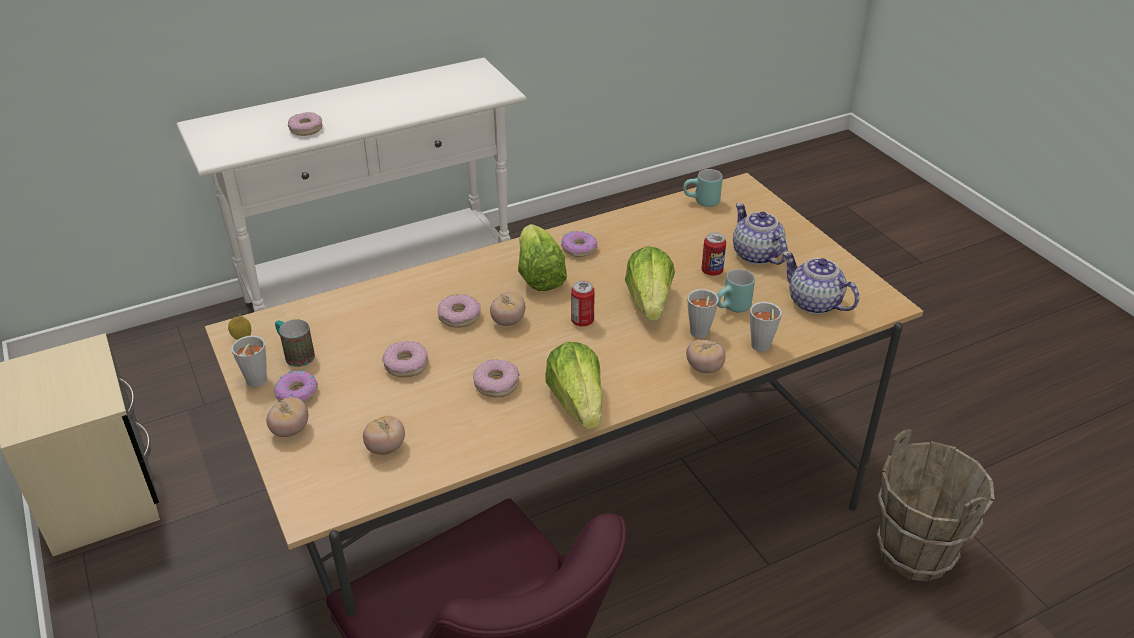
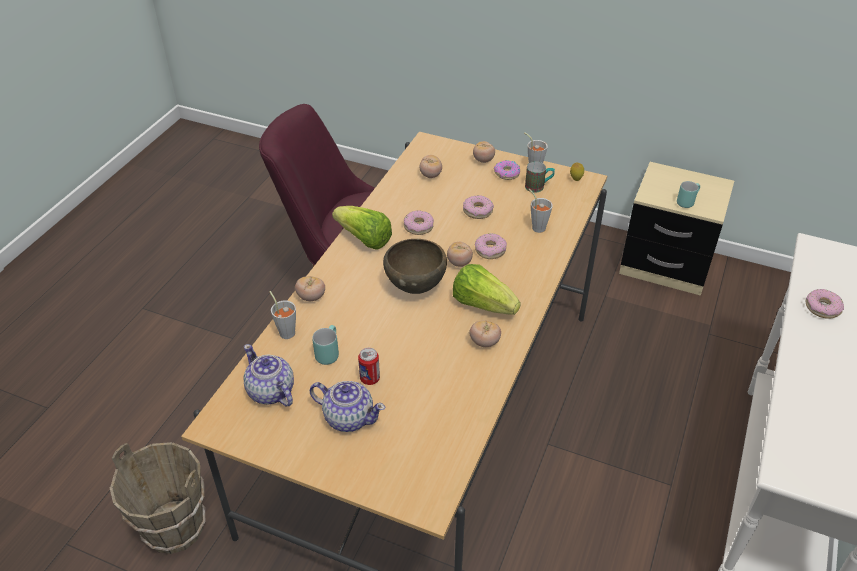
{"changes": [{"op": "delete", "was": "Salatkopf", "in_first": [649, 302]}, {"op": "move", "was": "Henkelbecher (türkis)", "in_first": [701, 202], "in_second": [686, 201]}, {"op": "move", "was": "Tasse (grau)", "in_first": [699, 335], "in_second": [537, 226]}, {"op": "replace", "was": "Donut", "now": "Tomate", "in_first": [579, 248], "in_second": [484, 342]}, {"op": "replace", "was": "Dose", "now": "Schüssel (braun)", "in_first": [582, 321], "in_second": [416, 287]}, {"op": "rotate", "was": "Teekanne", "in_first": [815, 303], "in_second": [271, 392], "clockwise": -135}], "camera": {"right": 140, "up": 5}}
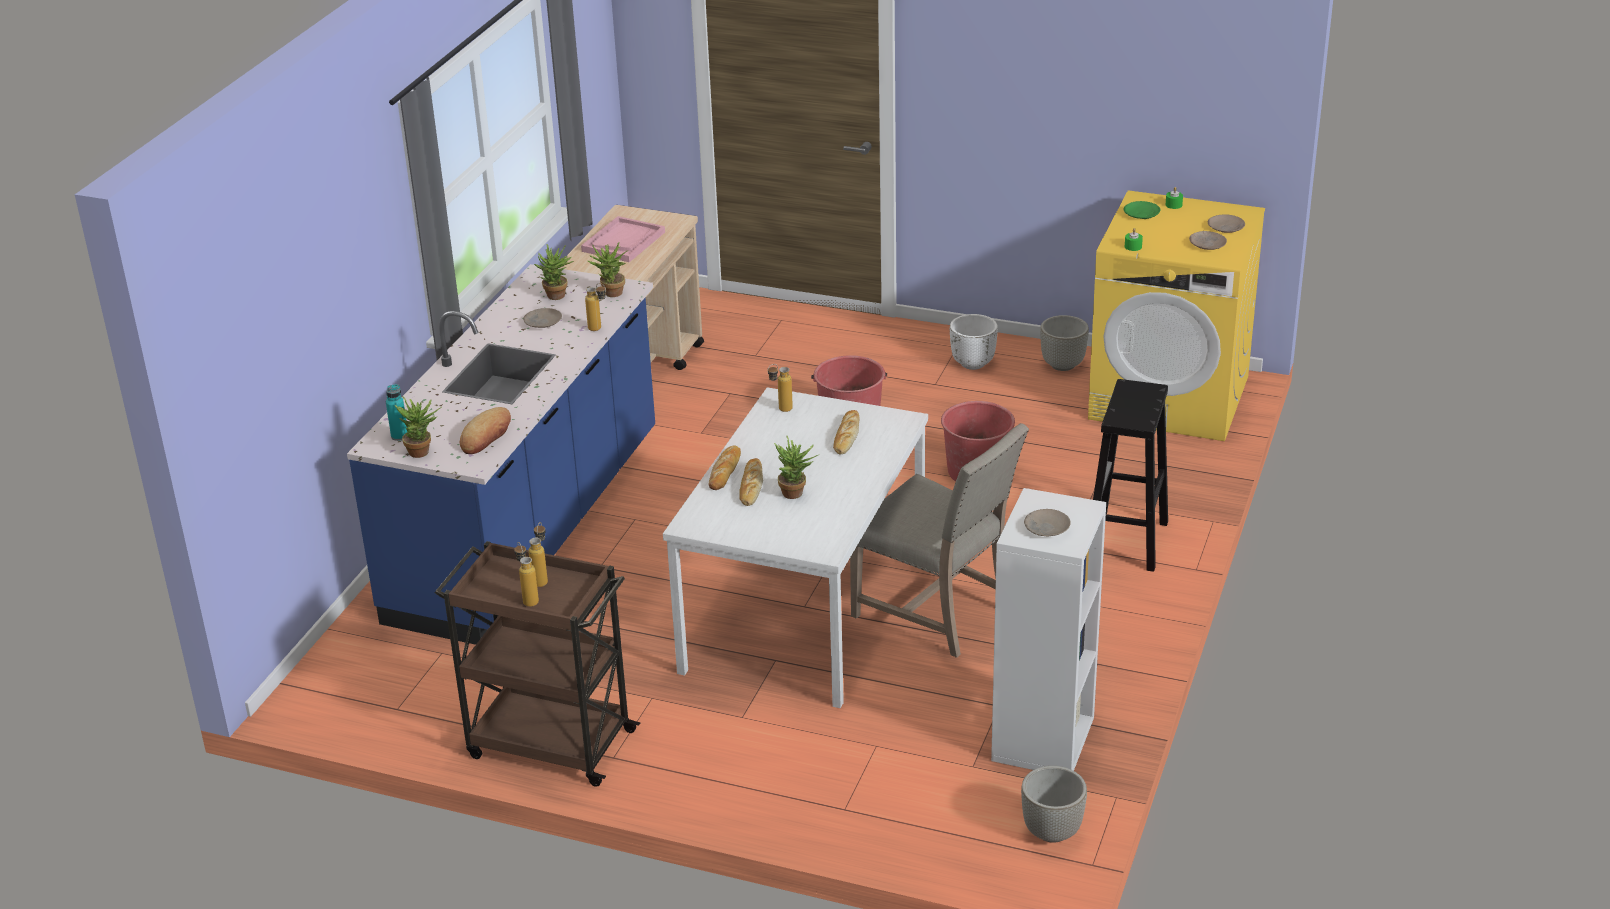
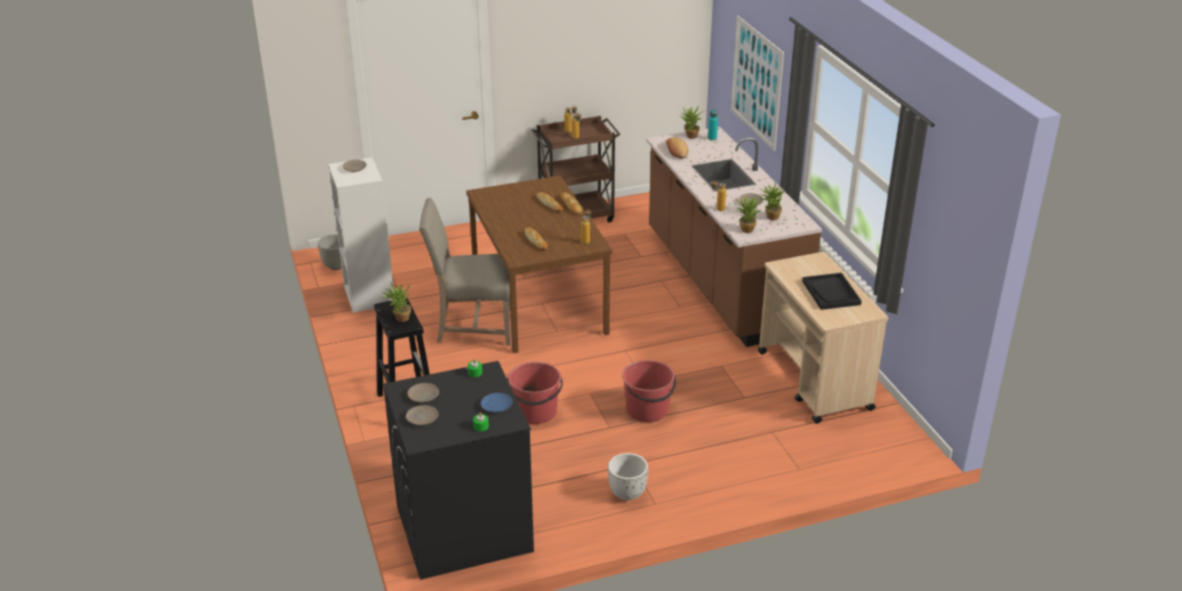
{"changes": [{"op": "delete", "was": "Pflanzkübel (grau)", "in_first": [1063, 365]}, {"op": "insert", "now": "Bild", "in_second": [756, 82]}, {"op": "move", "was": "Topfpflanze", "in_first": [796, 494], "in_second": [399, 319]}, {"op": "recolor", "was": "Küchenzeile (blau)", "now": "Küchenzeile (braun)", "in_first": [529, 528], "in_second": [721, 282]}, {"op": "recolor", "was": "Tablett (rosa)", "now": "Tablett (schwarz)", "in_first": [623, 241], "in_second": [831, 293]}, {"op": "recolor", "was": "Esstisch (weiß)", "now": "Esstisch (braun)", "in_first": [806, 611], "in_second": [537, 301]}, {"op": "recolor", "was": "Waschmaschine (gelb)", "now": "Waschmaschine (schwarz)", "in_first": [1170, 398], "in_second": [463, 529]}, {"op": "recolor", "was": "Teller (grün)", "now": "Teller (blau)", "in_first": [1142, 214], "in_second": [496, 406]}], "camera": {"right": 140, "up": 0}}
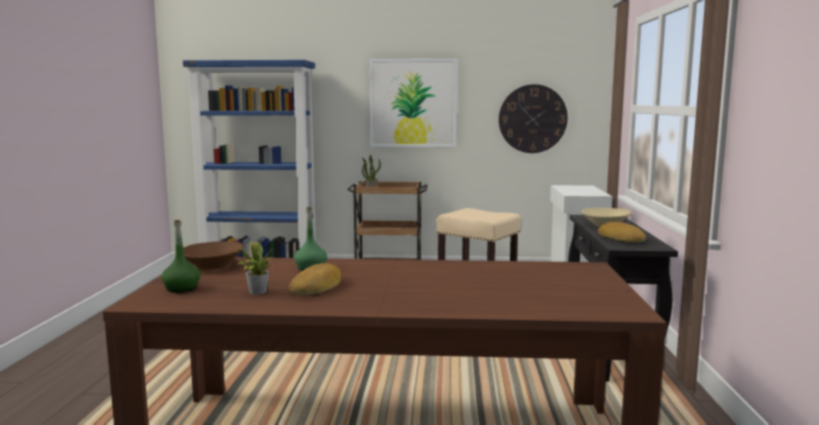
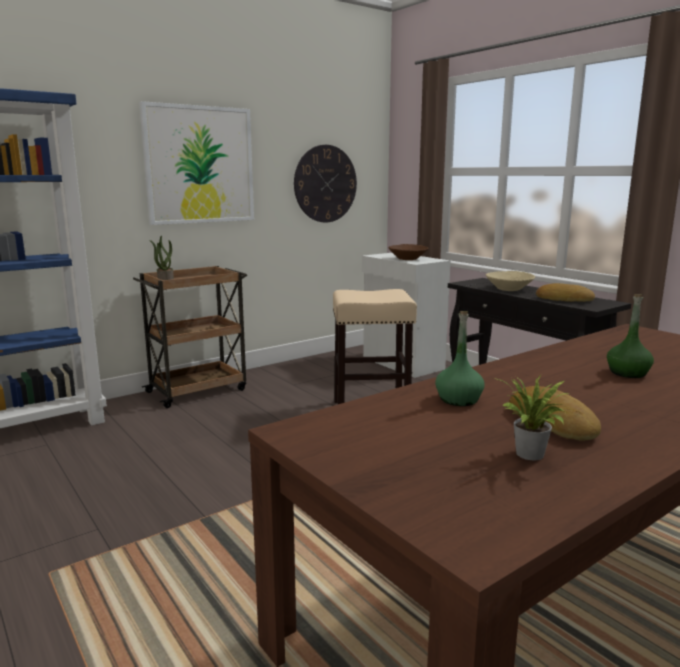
{"changes": [{"op": "move", "was": "Flasche (grün)", "in_first": [182, 288], "in_second": [627, 373]}, {"op": "move", "was": "Schüssel (braun)", "in_first": [212, 266], "in_second": [408, 259]}], "camera": {"right": -40, "up": 5}}
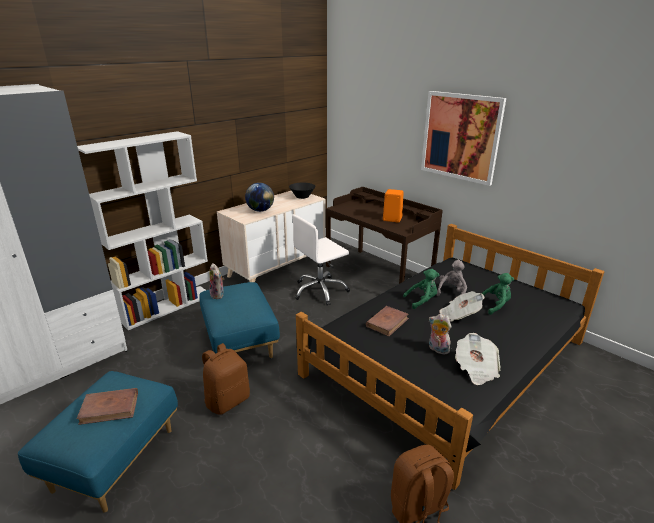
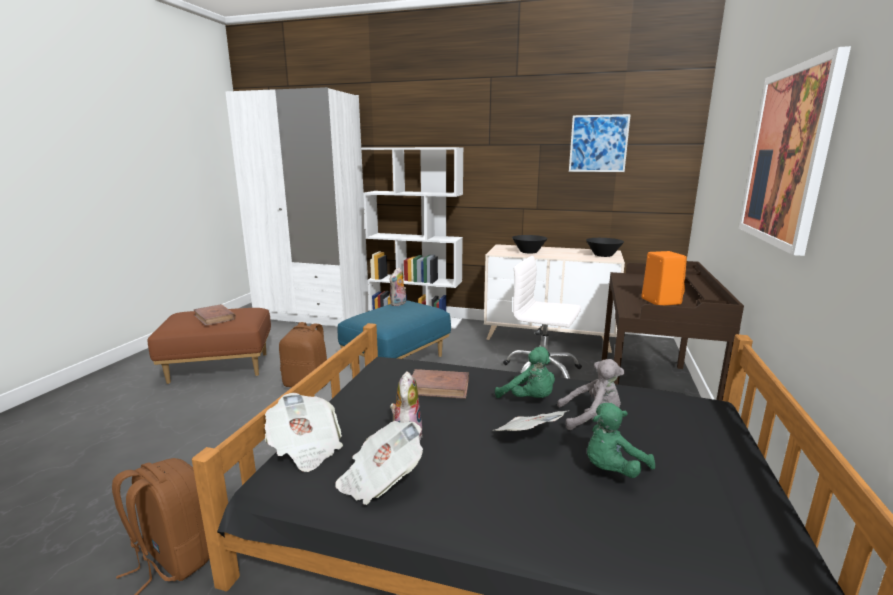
{"changes": [{"op": "insert", "now": "Zeitung", "in_second": [305, 448]}, {"op": "insert", "now": "Bild", "in_second": [598, 143]}, {"op": "replace", "was": "Globus", "now": "Schüssel (schwarz)", "in_first": [260, 210], "in_second": [529, 252]}, {"op": "recolor", "was": "Polsterhocker (blau)", "now": "Polsterhocker (braun)", "in_first": [114, 459], "in_second": [220, 367]}, {"op": "rotate", "was": "Plüschtier (grün)", "in_first": [495, 305], "in_second": [612, 470], "clockwise": 105}], "camera": {"right": 60, "up": -10}}
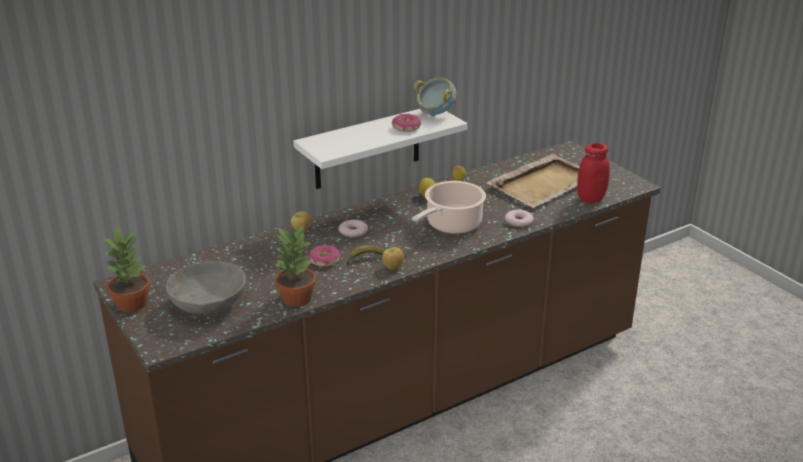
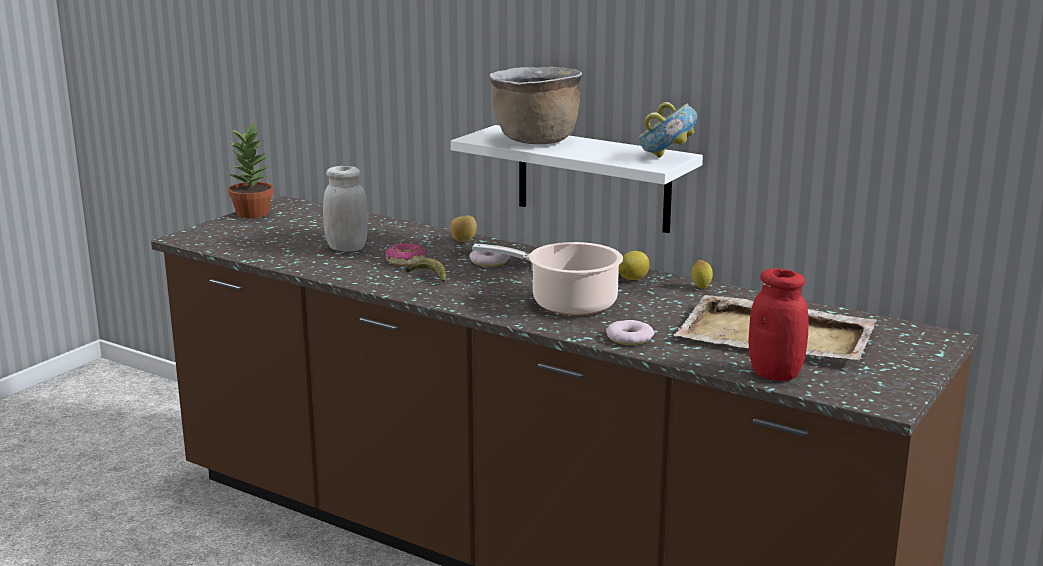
{"changes": [{"op": "delete", "was": "Schüssel (grau)", "in_first": [208, 304]}, {"op": "delete", "was": "Topfpflanze", "in_first": [295, 298]}, {"op": "delete", "was": "Apfel", "in_first": [392, 267]}, {"op": "delete", "was": "Donut", "in_first": [406, 128]}, {"op": "insert", "now": "Vorratsglas (weiß)", "in_second": [347, 248]}, {"op": "insert", "now": "Kochtopf (braun)", "in_second": [535, 140]}], "camera": {"right": 65, "up": -10}}
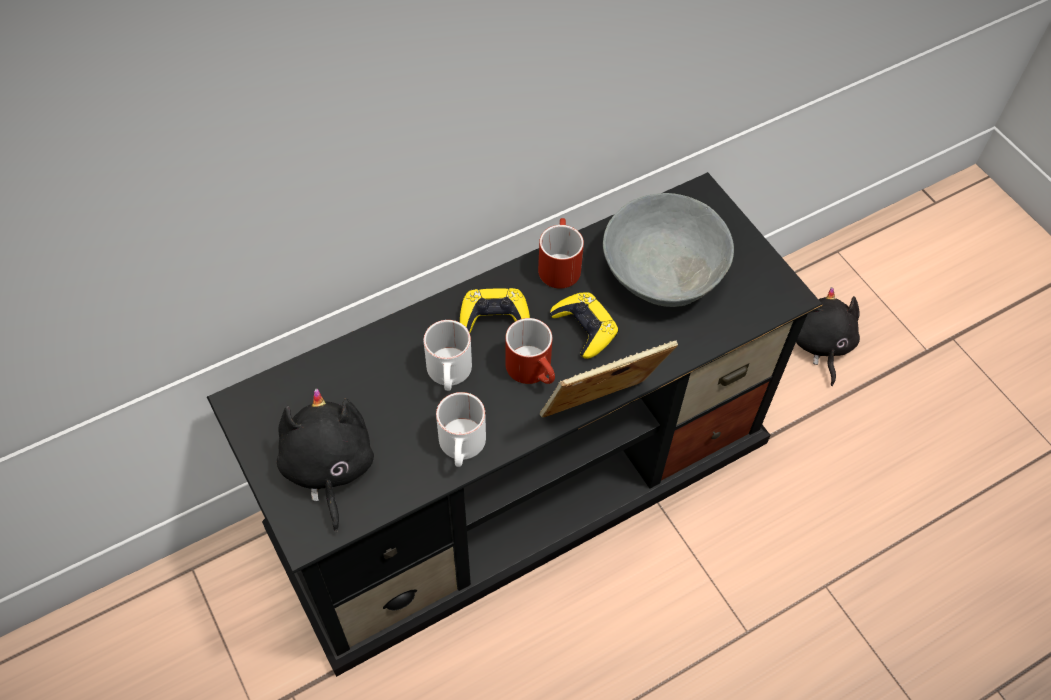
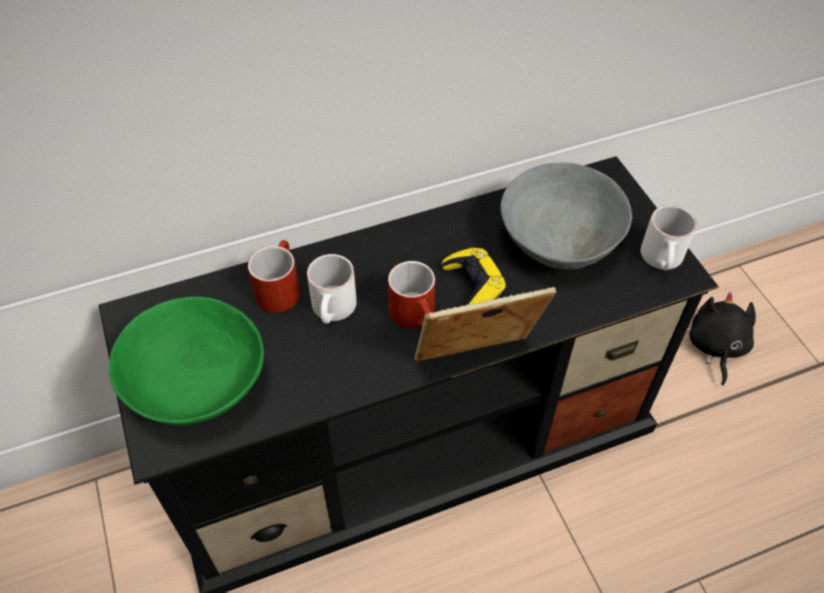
{"changes": [{"op": "delete", "was": "Gamepad (gelb)", "in_first": [494, 316]}, {"op": "move", "was": "Henkelbecher (weiß)", "in_first": [463, 448], "in_second": [663, 260]}, {"op": "move", "was": "Henkelbecher (rot)", "in_first": [558, 264], "in_second": [279, 287]}, {"op": "replace", "was": "Plüschtier (schwarz)", "now": "Schüssel (grün)", "in_first": [328, 468], "in_second": [195, 384]}], "camera": {"right": 10, "up": -5}}
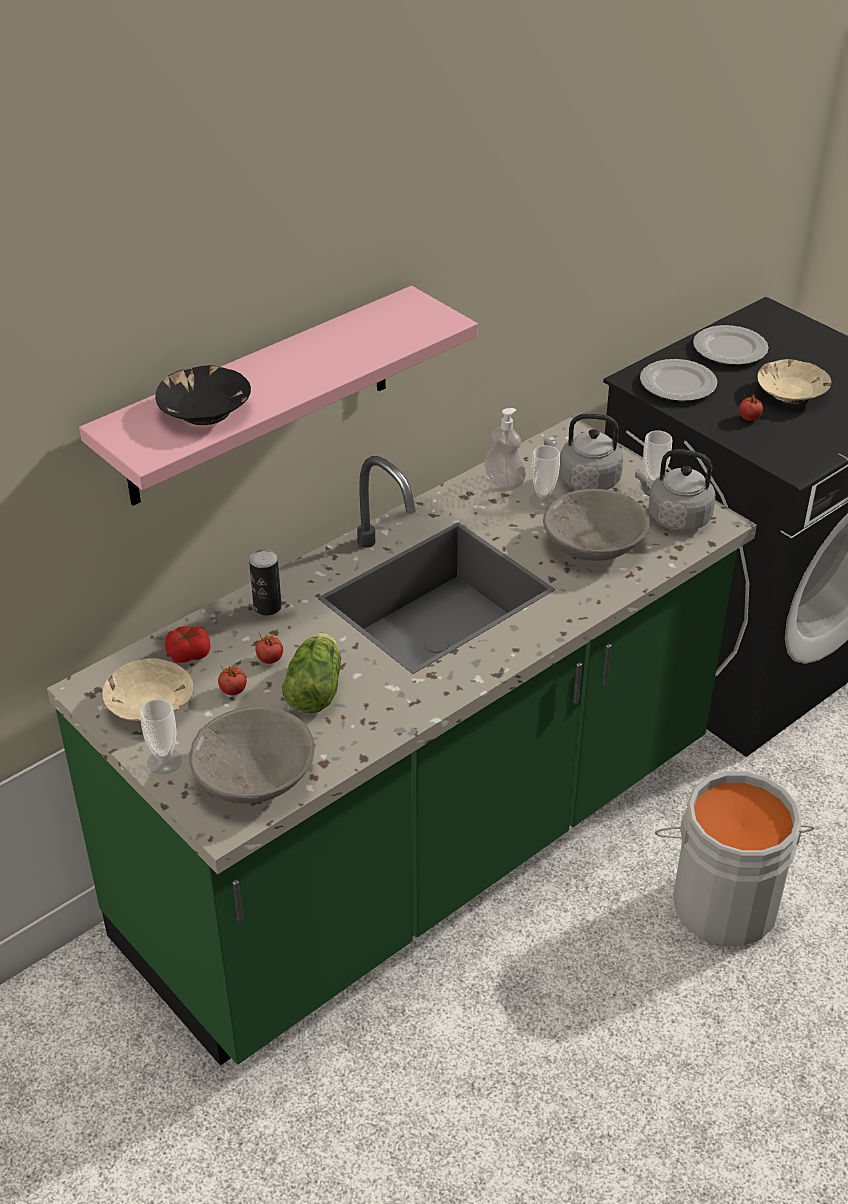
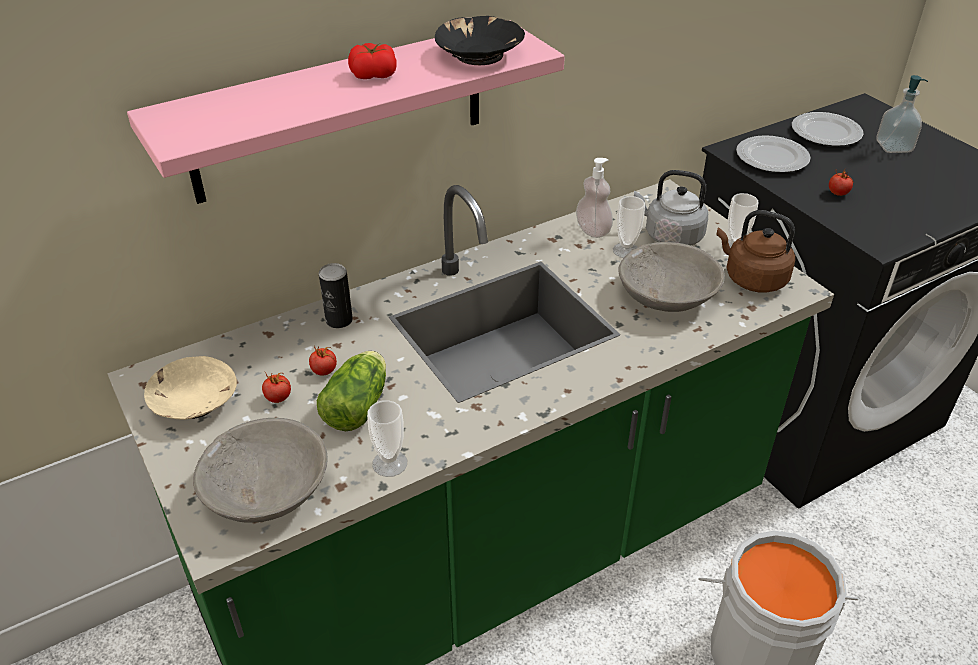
{"changes": [{"op": "delete", "was": "Schüssel (beige)", "in_first": [791, 393]}, {"op": "insert", "now": "Seifenspender", "in_second": [893, 147]}, {"op": "move", "was": "Tasse", "in_first": [164, 761], "in_second": [389, 463]}, {"op": "move", "was": "Schüssel (schwarz)", "in_first": [206, 410], "in_second": [480, 55]}, {"op": "move", "was": "Tomate", "in_first": [188, 653], "in_second": [373, 75]}, {"op": "recolor", "was": "Wasserkessel (grau)", "now": "Wasserkessel (braun)", "in_first": [675, 517], "in_second": [752, 279]}], "camera": {"right": 10, "up": 0}}
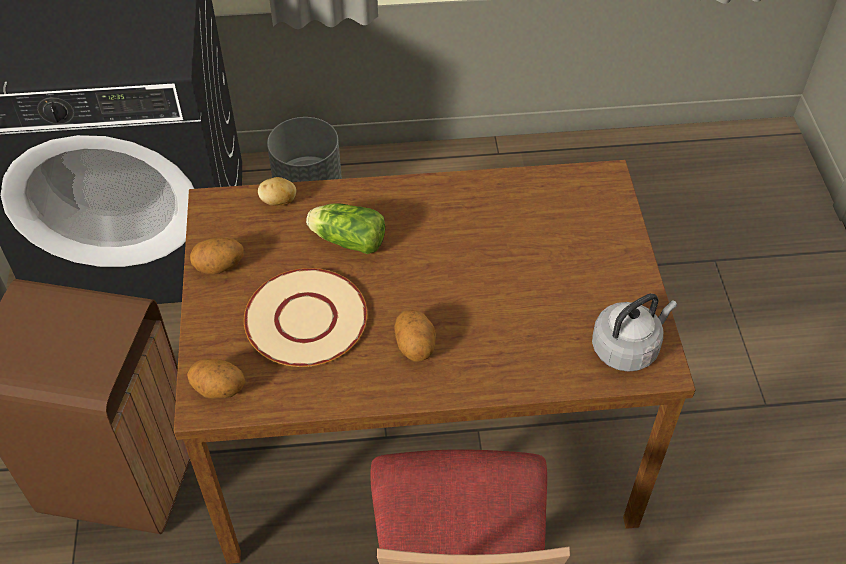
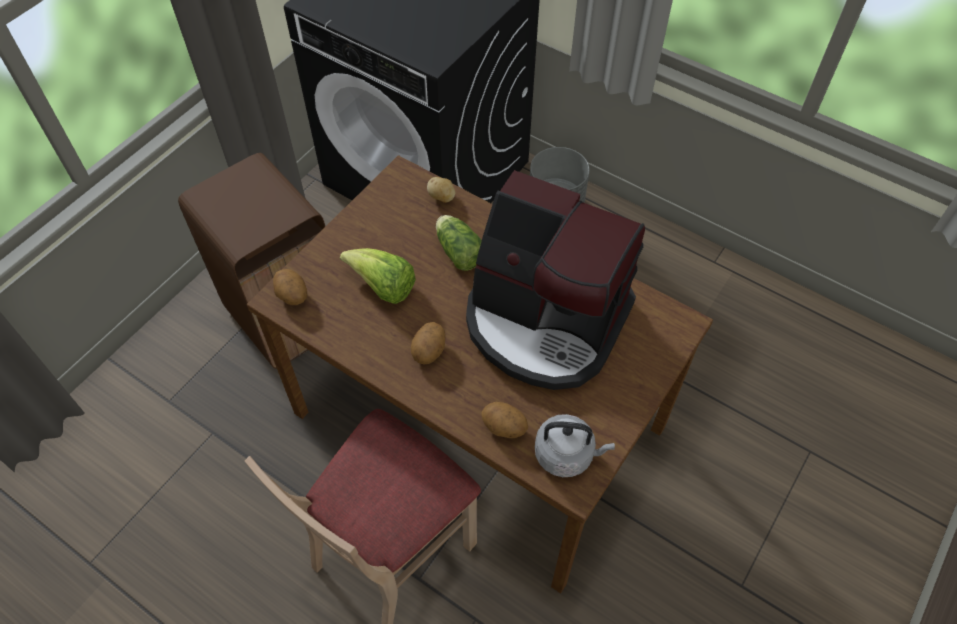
{"changes": [{"op": "insert", "now": "Kaffeemaschine", "in_second": [545, 322]}, {"op": "move", "was": "Kartoffel", "in_first": [219, 267], "in_second": [503, 428]}, {"op": "replace", "was": "Teller (beige)", "now": "Salatkopf", "in_first": [307, 319], "in_second": [383, 287]}], "camera": {"right": 40, "up": 5}}
